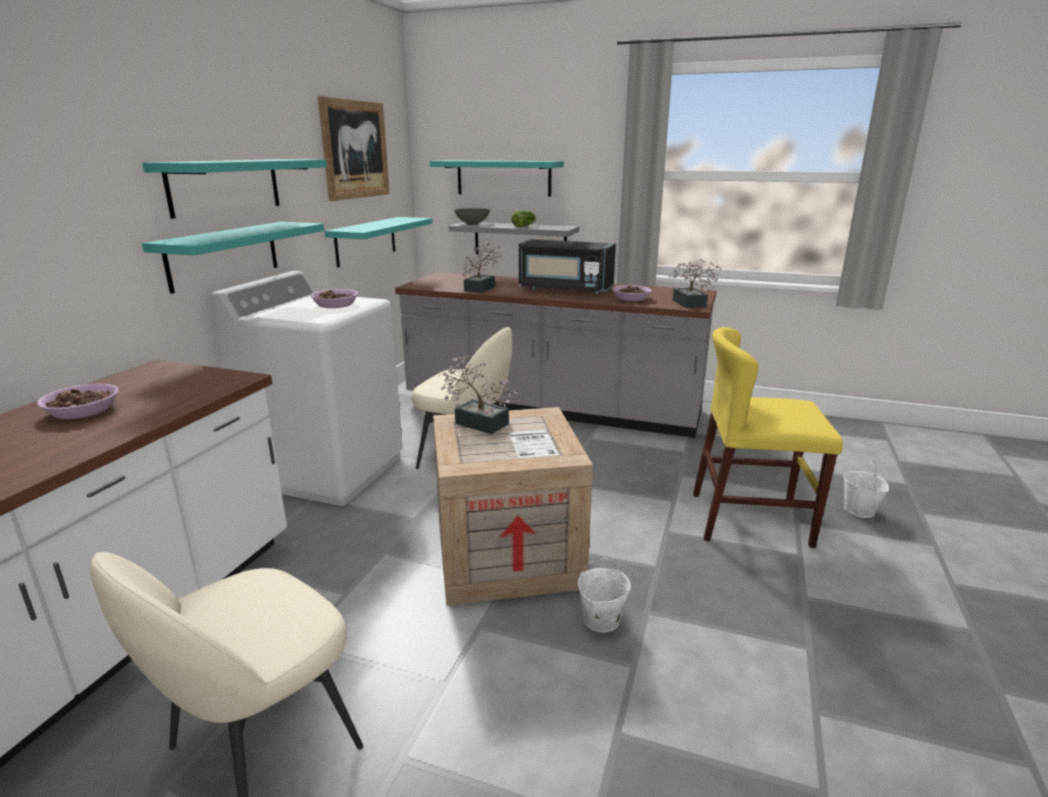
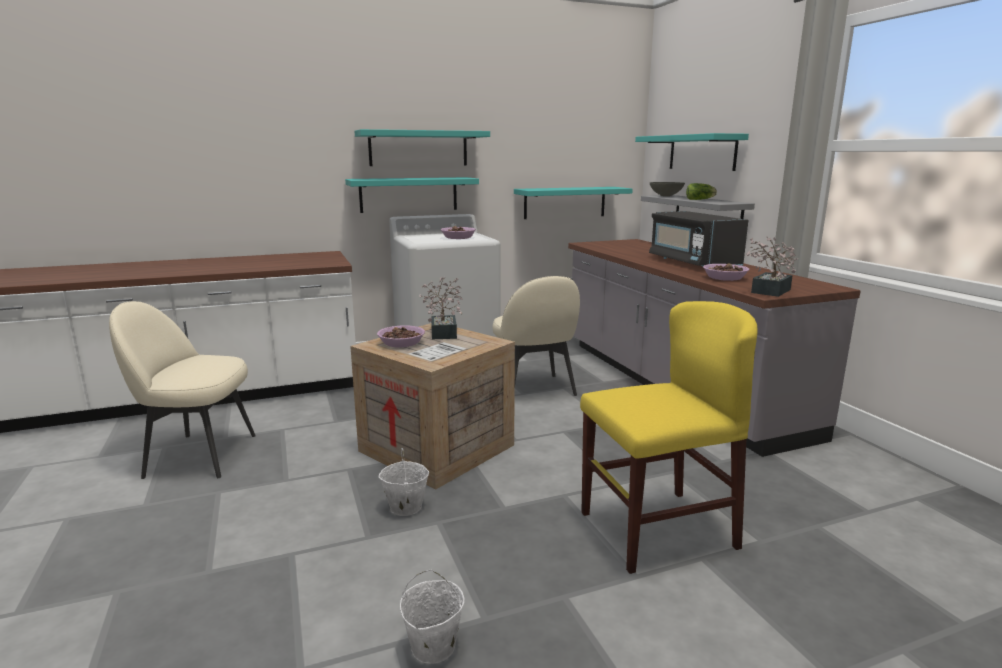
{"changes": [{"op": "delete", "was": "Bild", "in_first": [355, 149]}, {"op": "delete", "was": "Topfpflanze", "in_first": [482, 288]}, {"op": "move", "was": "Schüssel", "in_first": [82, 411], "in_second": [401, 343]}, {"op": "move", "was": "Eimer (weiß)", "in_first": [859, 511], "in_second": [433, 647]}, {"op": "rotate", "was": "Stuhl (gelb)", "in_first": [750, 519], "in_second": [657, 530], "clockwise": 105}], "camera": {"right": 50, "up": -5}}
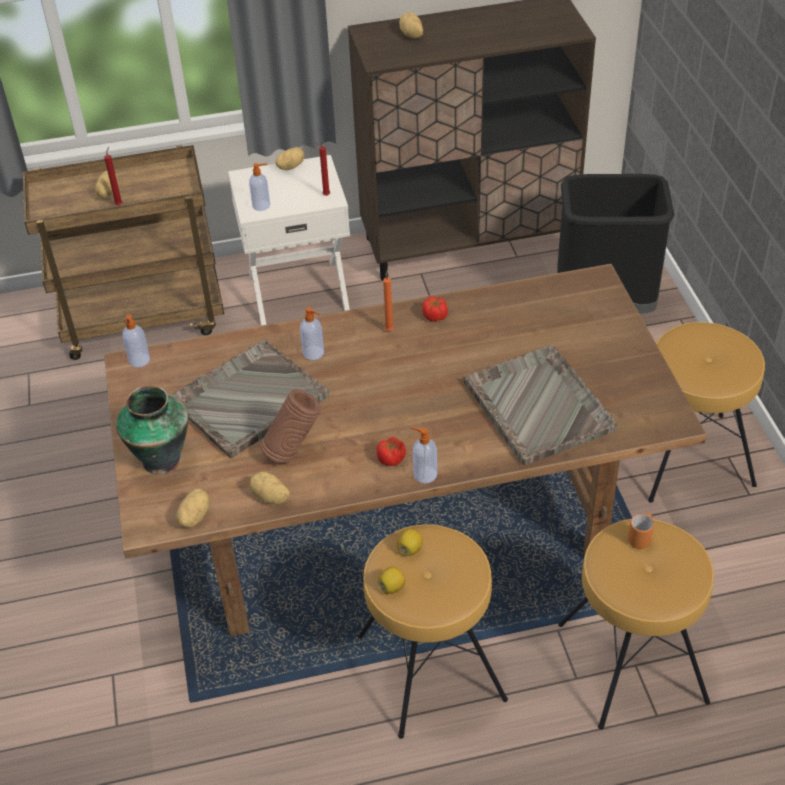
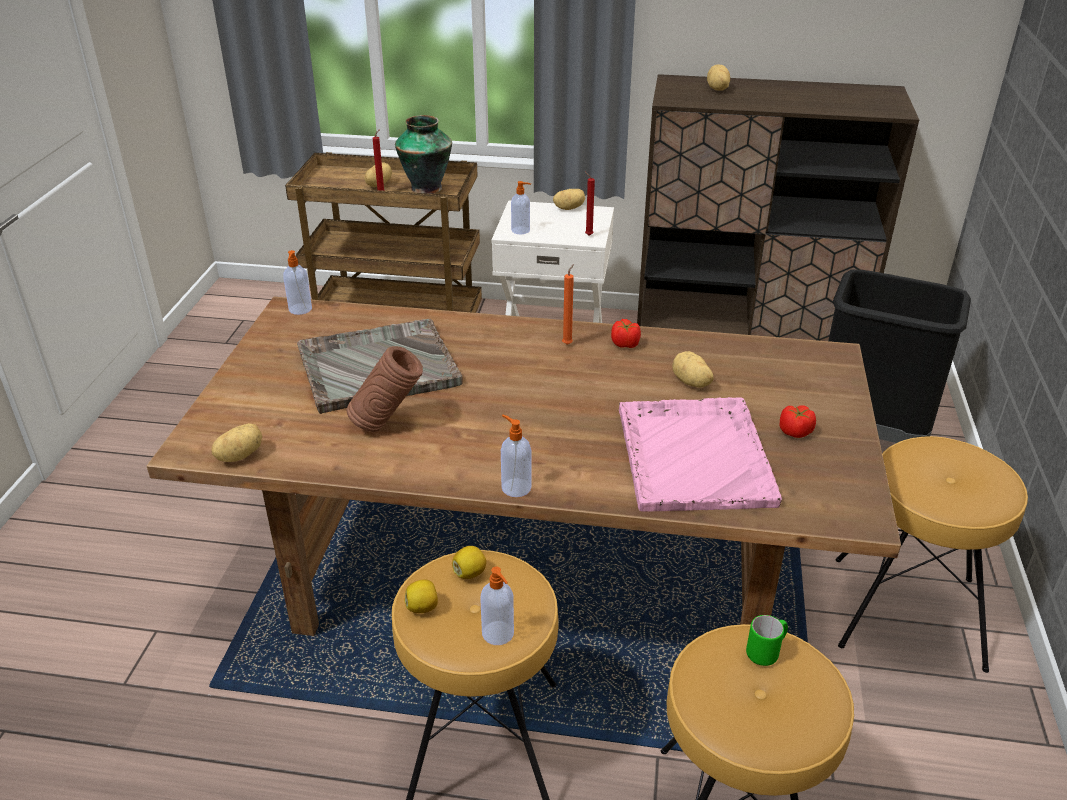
{"changes": [{"op": "move", "was": "Vase", "in_first": [162, 458], "in_second": [427, 187]}, {"op": "move", "was": "Kartoffel", "in_first": [270, 498], "in_second": [691, 383]}, {"op": "move", "was": "Seifenspender", "in_first": [314, 353], "in_second": [498, 634]}, {"op": "move", "was": "Tomate", "in_first": [391, 459], "in_second": [795, 432]}, {"op": "recolor", "was": "Tablett (grau)", "now": "Tablett (rosa)", "in_first": [538, 405], "in_second": [694, 455]}, {"op": "recolor", "was": "Henkelbecher (orange)", "now": "Henkelbecher (grün)", "in_first": [641, 538], "in_second": [766, 652]}], "camera": {"right": 20, "up": -10}}
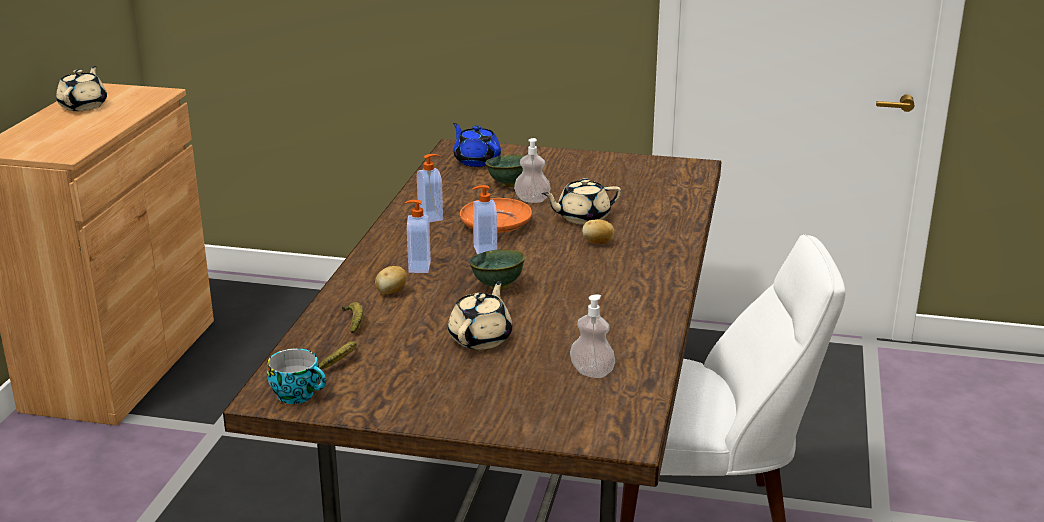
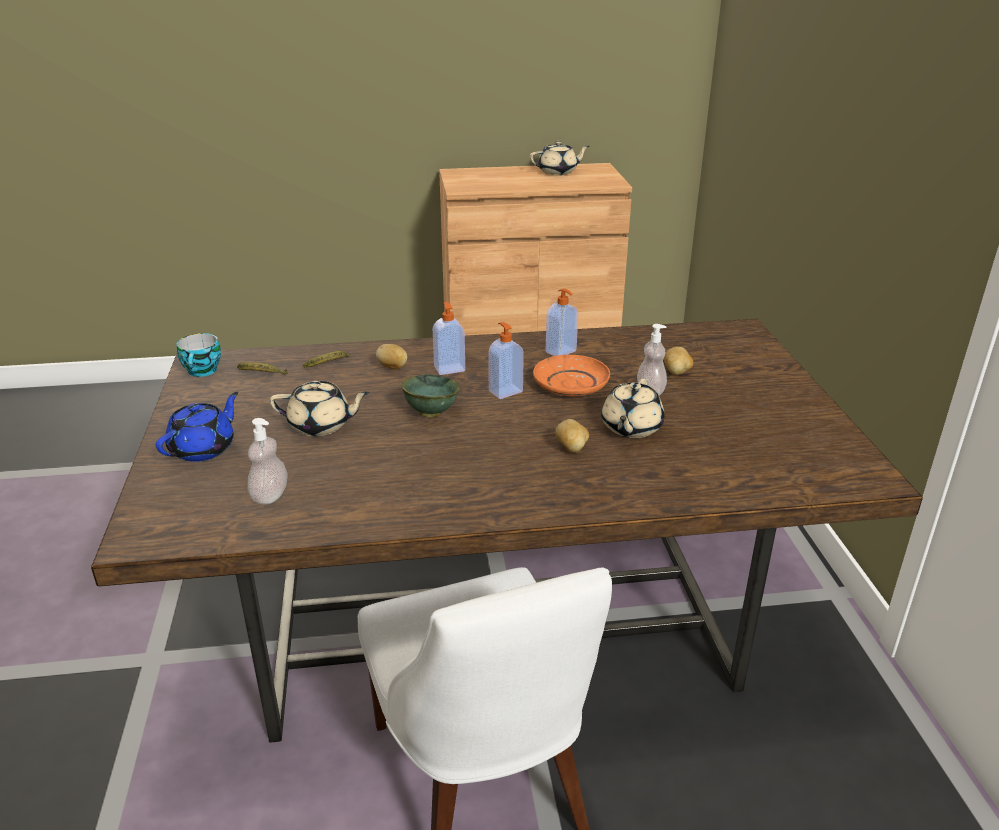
{"changes": [{"op": "move", "was": "Teekanne (blau)", "in_first": [476, 161], "in_second": [204, 448]}, {"op": "replace", "was": "Schüssel (grün)", "now": "Kartoffel", "in_first": [508, 185], "in_second": [676, 372]}, {"op": "rotate", "was": "Teekanne (beige)", "in_first": [582, 218], "in_second": [630, 428], "clockwise": -120}], "camera": {"right": 70, "up": 5}}
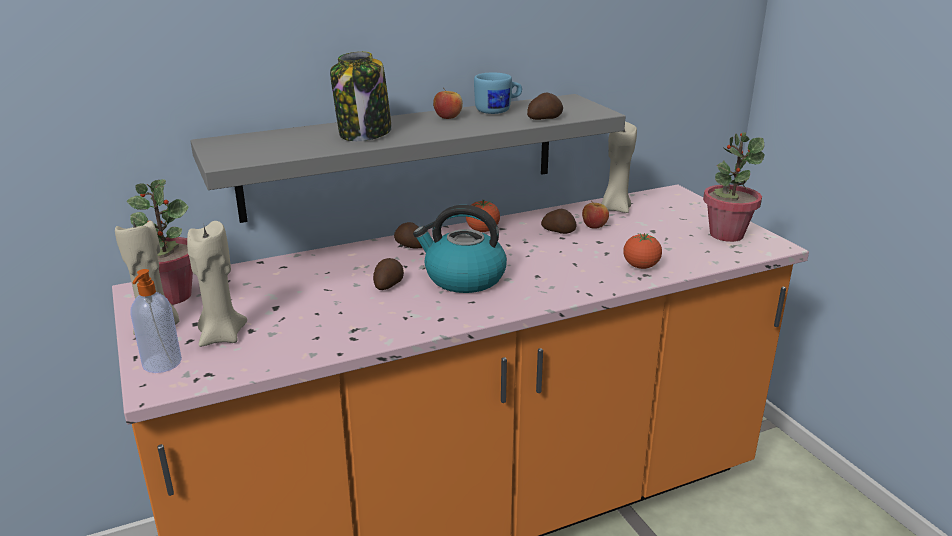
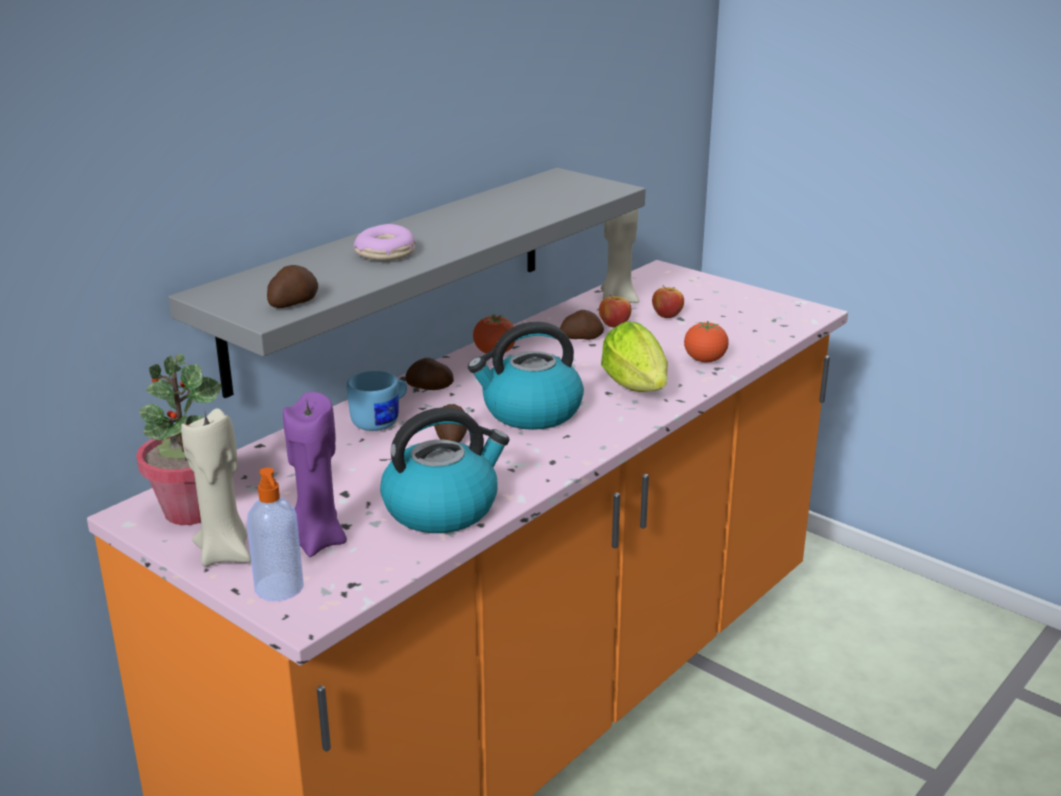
{"changes": [{"op": "delete", "was": "Topfpflanze", "in_first": [726, 234]}, {"op": "insert", "now": "Wasserkessel", "in_second": [442, 508]}, {"op": "insert", "now": "Salatkopf", "in_second": [638, 389]}, {"op": "move", "was": "Apfel", "in_first": [448, 117], "in_second": [667, 315]}, {"op": "move", "was": "Henkelbecher (blau)", "in_first": [498, 110], "in_second": [382, 421]}, {"op": "move", "was": "Kartoffel", "in_first": [544, 118], "in_second": [292, 303]}, {"op": "replace", "was": "Vorratsglas", "now": "Donut", "in_first": [364, 134], "in_second": [386, 254]}, {"op": "recolor", "was": "Kerze (beige)", "now": "Kerze (lila)", "in_first": [221, 336], "in_second": [317, 541]}], "camera": {"right": -25, "up": 0}}
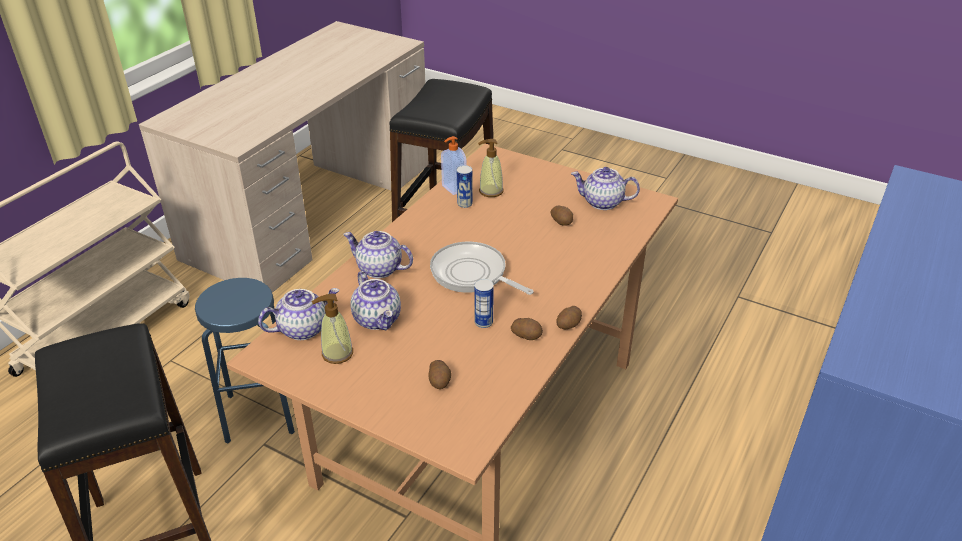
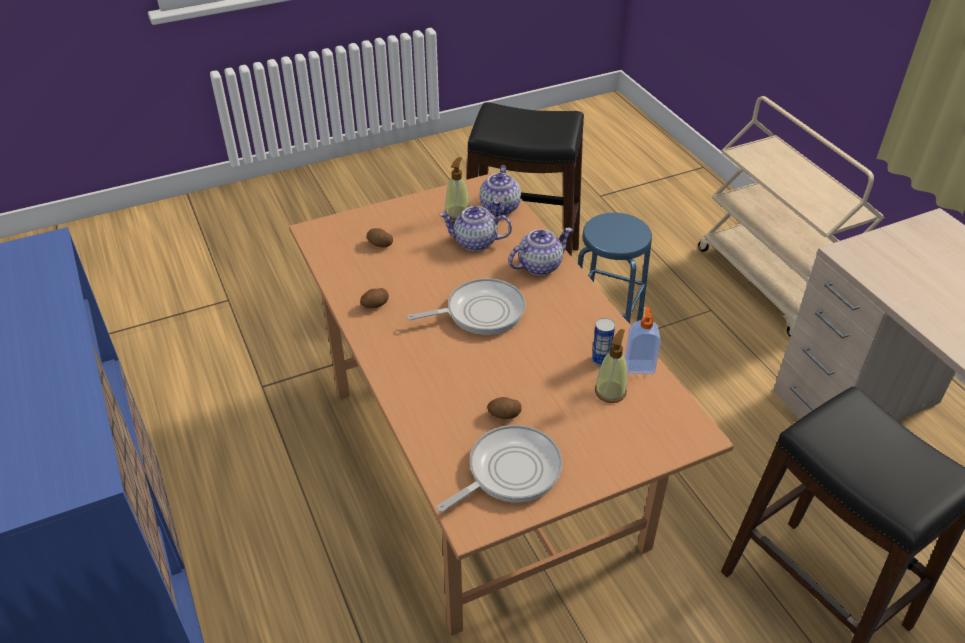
{"changes": [{"op": "delete", "was": "Dose", "in_first": [483, 322]}, {"op": "delete", "was": "Kartoffel", "in_first": [569, 325]}, {"op": "replace", "was": "Teekanne", "now": "Pfanne", "in_first": [602, 203], "in_second": [509, 471]}], "camera": {"right": 125, "up": 5}}
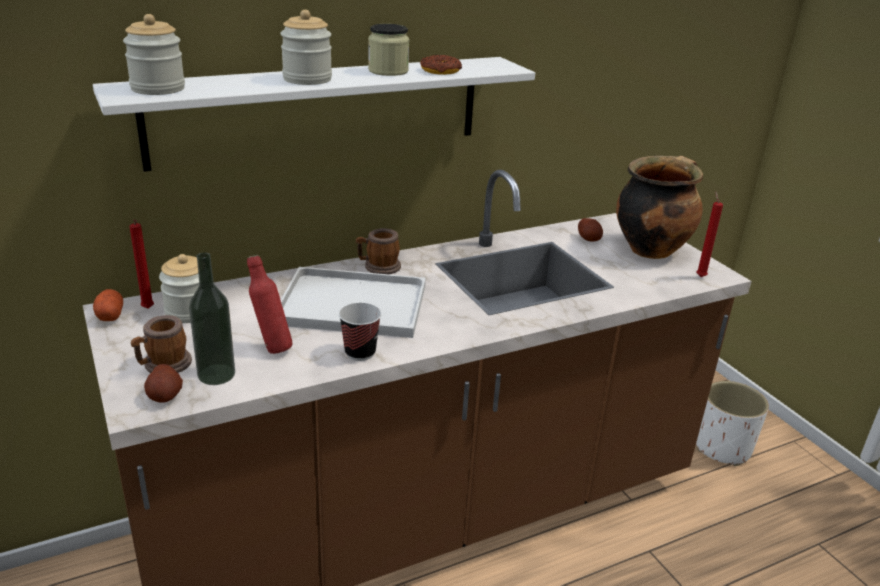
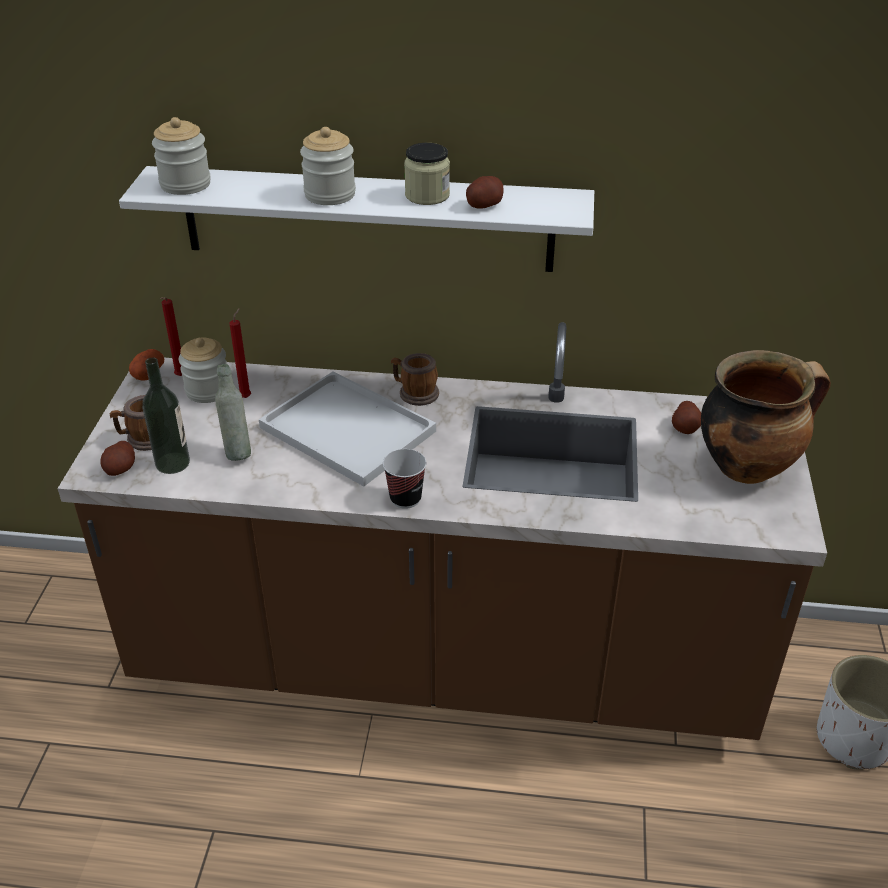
{"changes": [{"op": "move", "was": "Tasse", "in_first": [360, 353], "in_second": [405, 498]}, {"op": "move", "was": "Kerze (rot)", "in_first": [700, 276], "in_second": [247, 396]}, {"op": "replace", "was": "Donut", "now": "Kartoffel", "in_first": [440, 70], "in_second": [484, 205]}, {"op": "recolor", "was": "Flasche (rot)", "now": "Flasche (grau)", "in_first": [271, 347], "in_second": [237, 452]}], "camera": {"right": 35, "up": 10}}
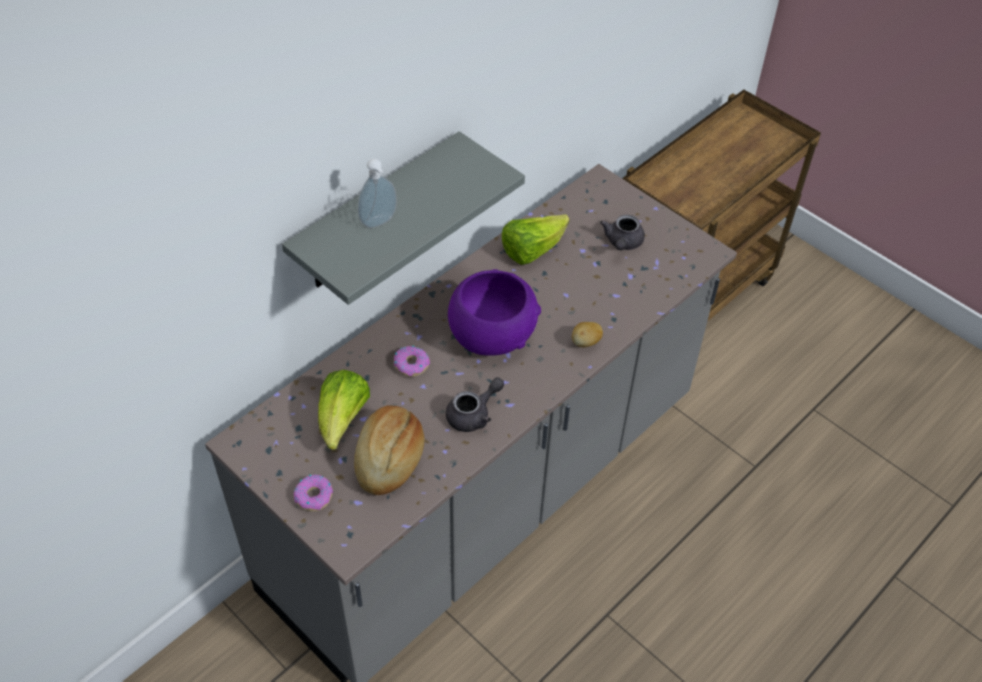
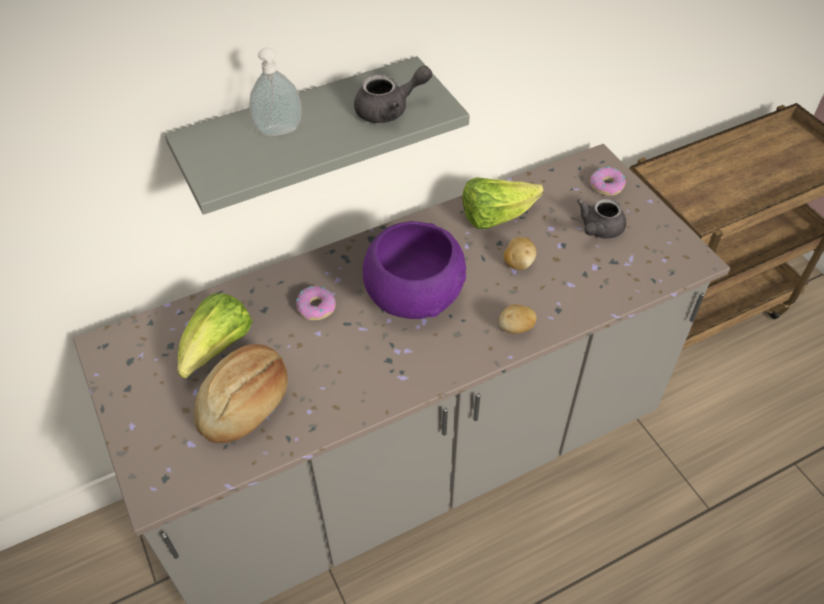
{"changes": [{"op": "insert", "now": "Kartoffel", "in_second": [518, 263]}, {"op": "move", "was": "Donut", "in_first": [314, 496], "in_second": [607, 185]}, {"op": "move", "was": "Teekanne (grau)", "in_first": [473, 414], "in_second": [389, 110]}], "camera": {"right": 20, "up": 0}}
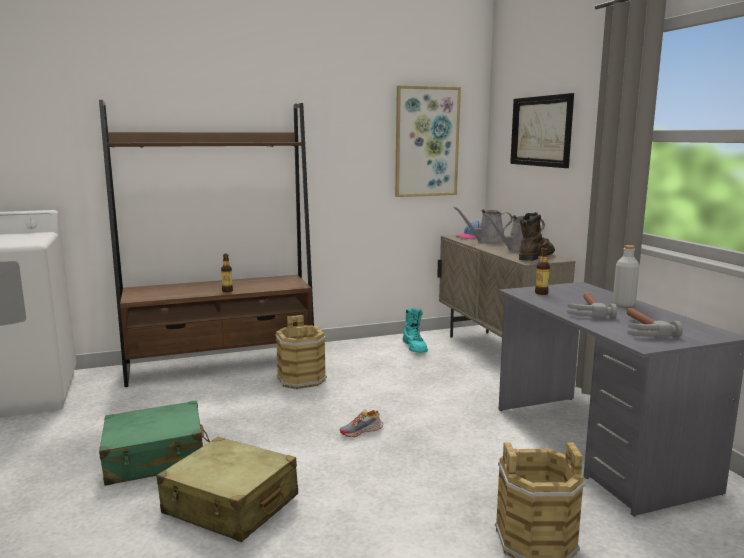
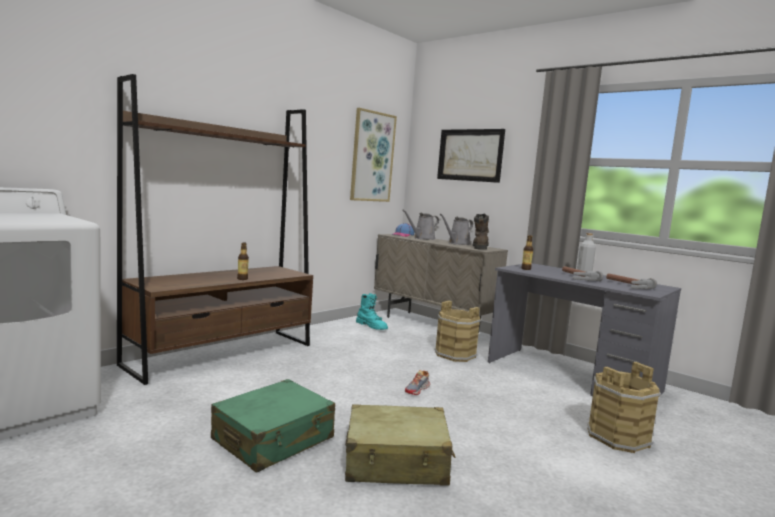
{"changes": [{"op": "move", "was": "Eimer (braun)", "in_first": [302, 379], "in_second": [455, 354]}], "camera": {"right": -30, "up": -5}}
